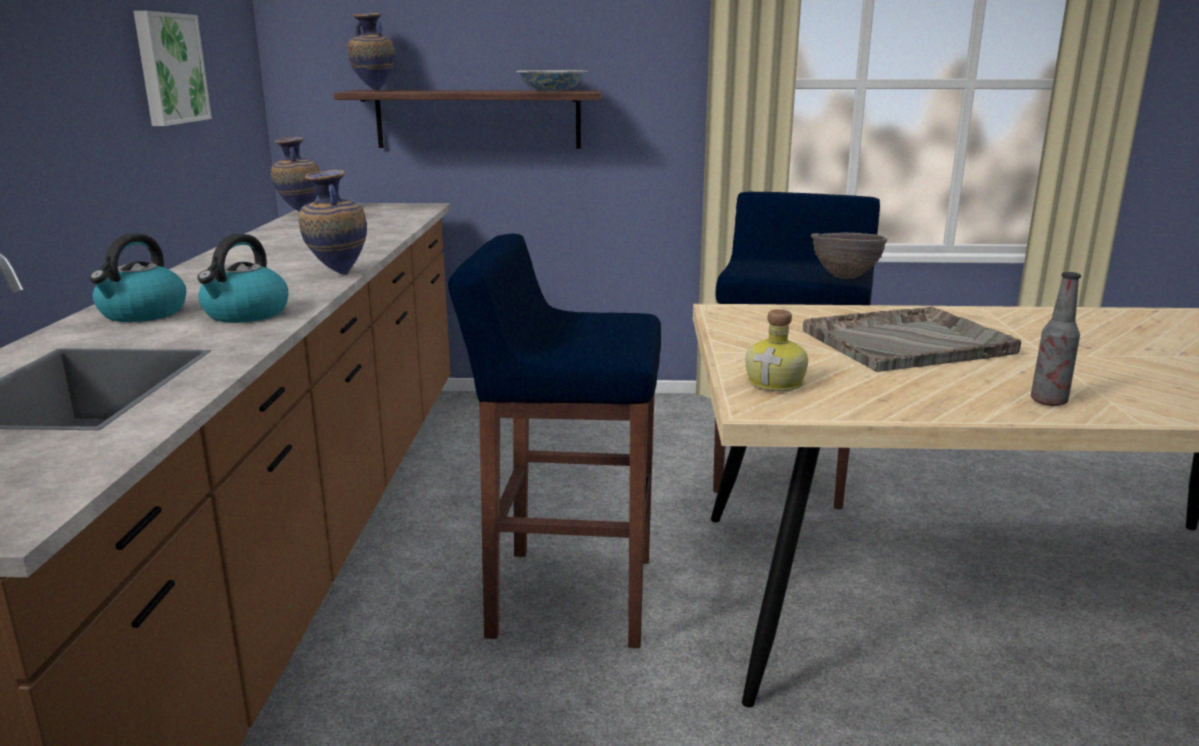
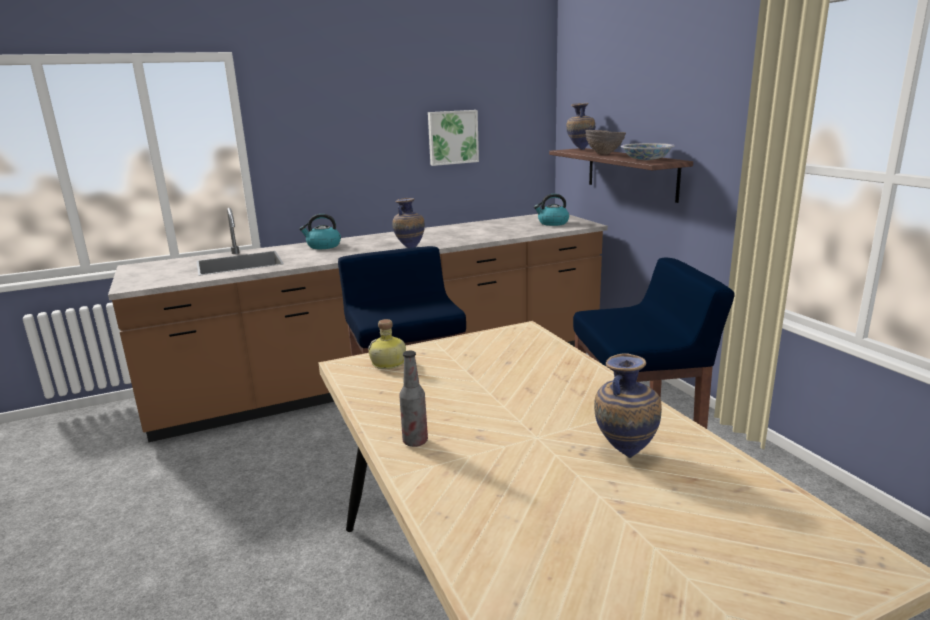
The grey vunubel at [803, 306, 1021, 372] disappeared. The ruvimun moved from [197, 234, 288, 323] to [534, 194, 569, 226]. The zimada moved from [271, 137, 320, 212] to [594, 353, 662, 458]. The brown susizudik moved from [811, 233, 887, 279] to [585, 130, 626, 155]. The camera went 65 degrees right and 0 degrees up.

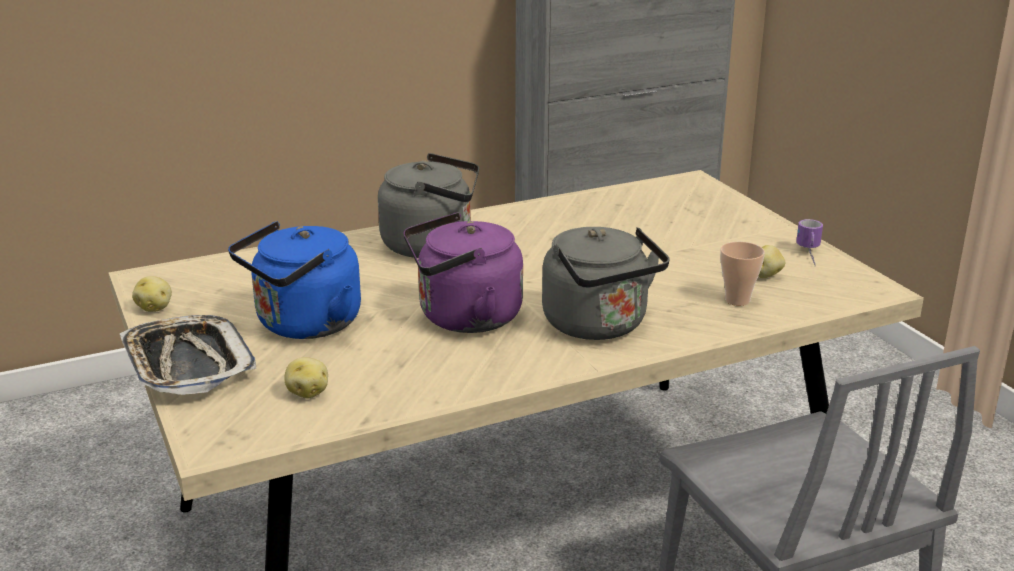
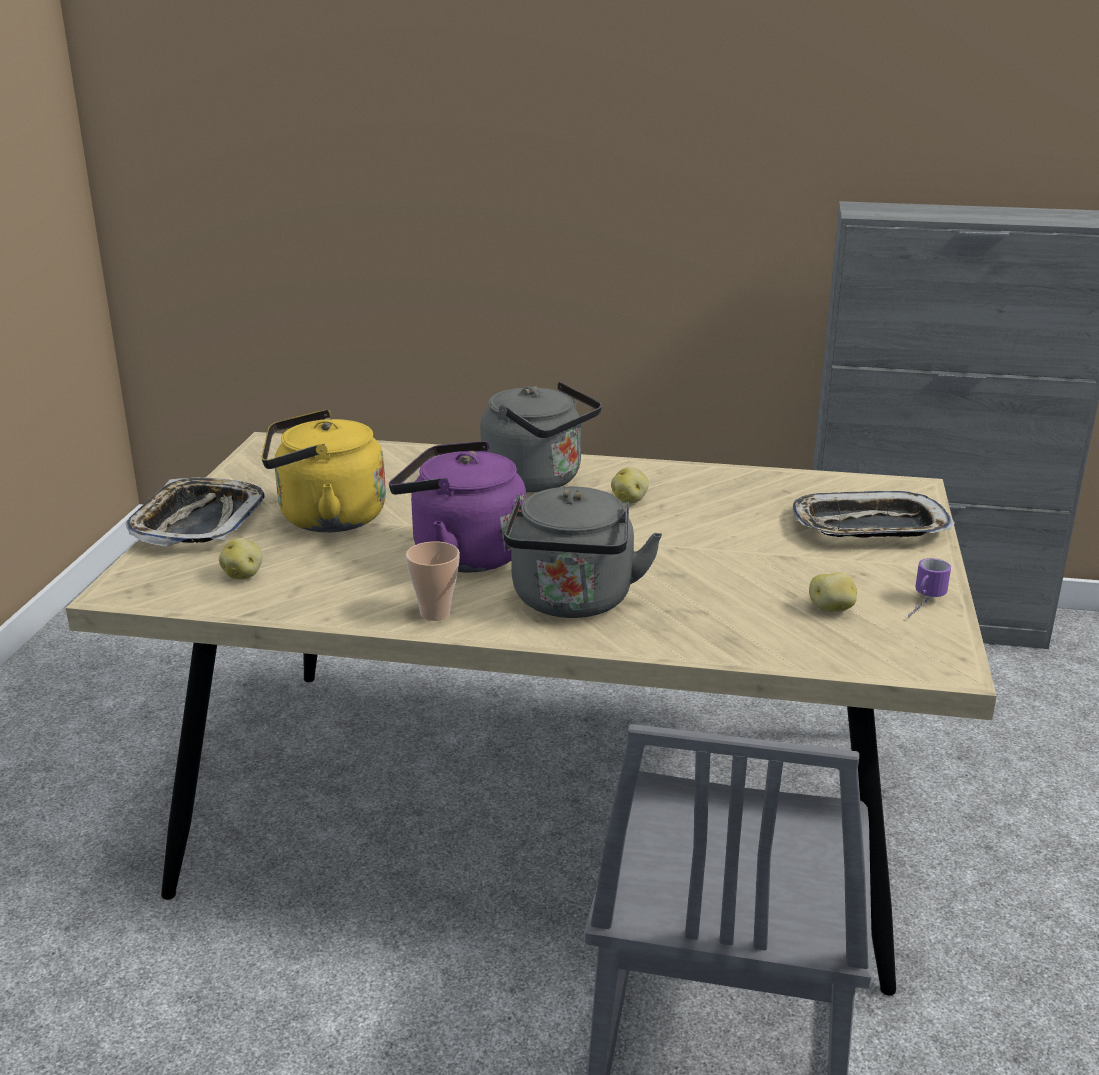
The vunubel at [793, 491, 955, 538] appeared. The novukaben moved from [132, 276, 172, 312] to [611, 467, 649, 503]. The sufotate moved from [720, 242, 765, 306] to [406, 541, 460, 621]. The blue ruvimun at [228, 221, 361, 339] became the yellow ruvimun at [262, 410, 386, 532]. The camera went 35 degrees right and 0 degrees up.

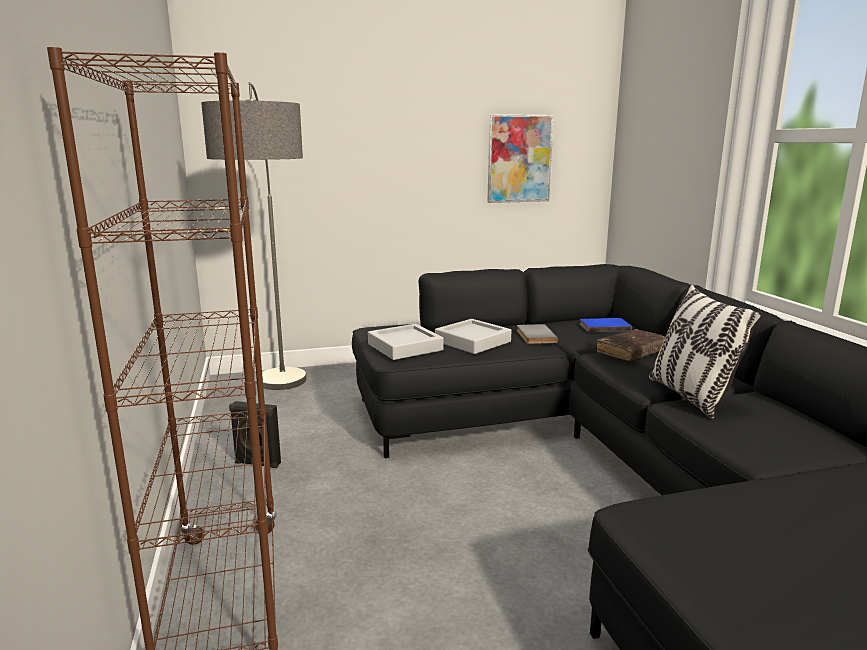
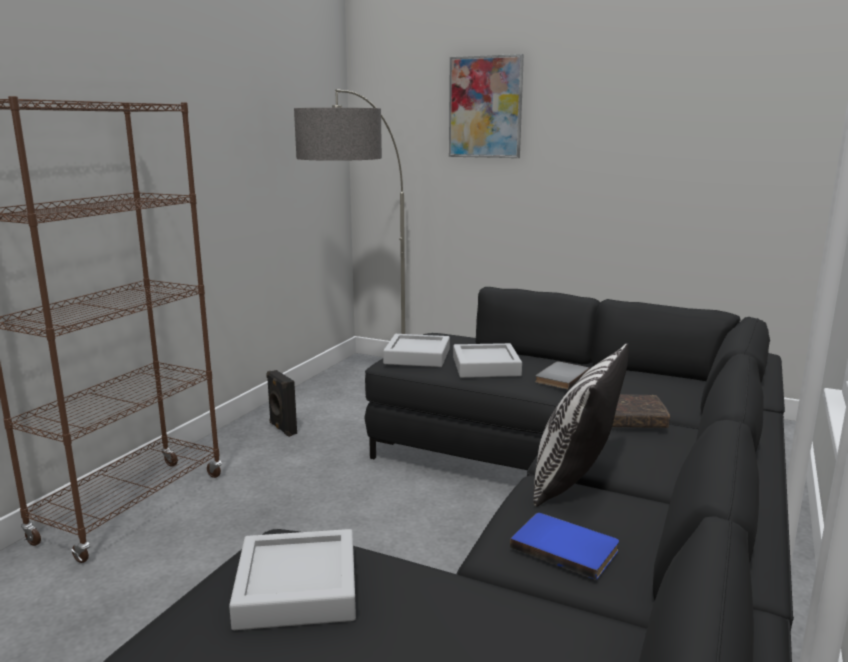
The grey vunubel at [229, 529, 356, 630] appeared. The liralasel moved from [487, 114, 554, 203] to [449, 54, 524, 158]. The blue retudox moved from [579, 318, 632, 332] to [510, 513, 619, 580]. The camera went 40 degrees right and 0 degrees up.

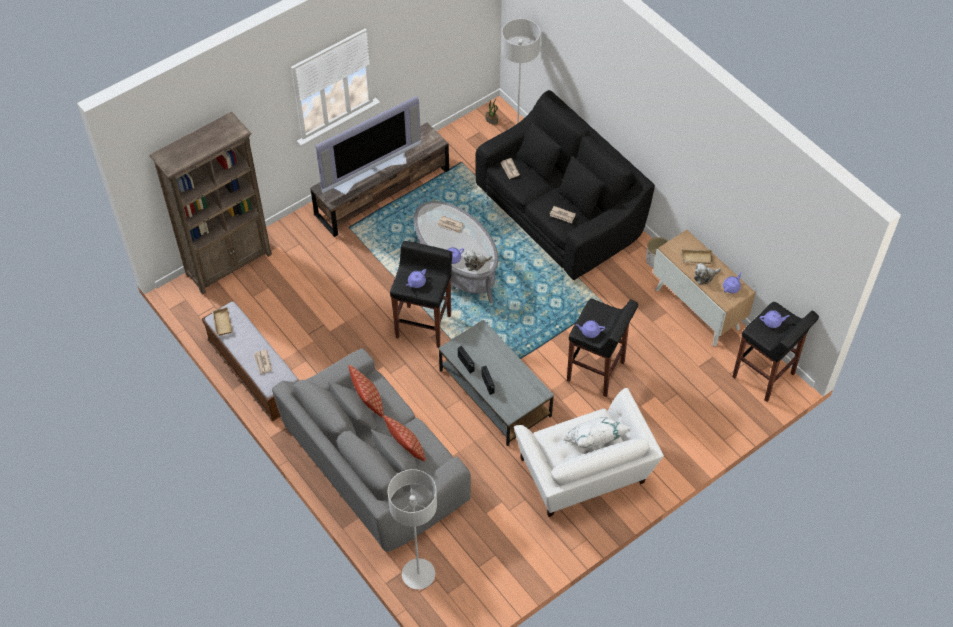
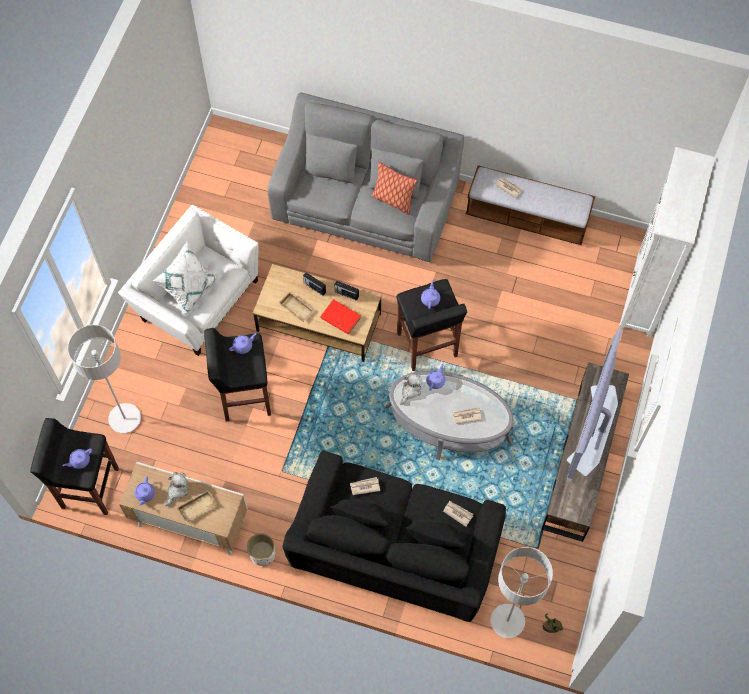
The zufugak at [383, 415, 426, 461] disappeared. The red retudox at [320, 299, 361, 334] appeared. The beige vunubel moved from [212, 307, 233, 336] to [279, 292, 314, 322]. The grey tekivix moved from [388, 469, 437, 589] to [68, 325, 141, 433]. The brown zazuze at [150, 112, 272, 294] became the white zazuze at [618, 147, 715, 338]. The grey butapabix at [438, 320, 554, 446] became the brown butapabix at [253, 264, 382, 362]. The camera went 145 degrees right and 10 degrees up.

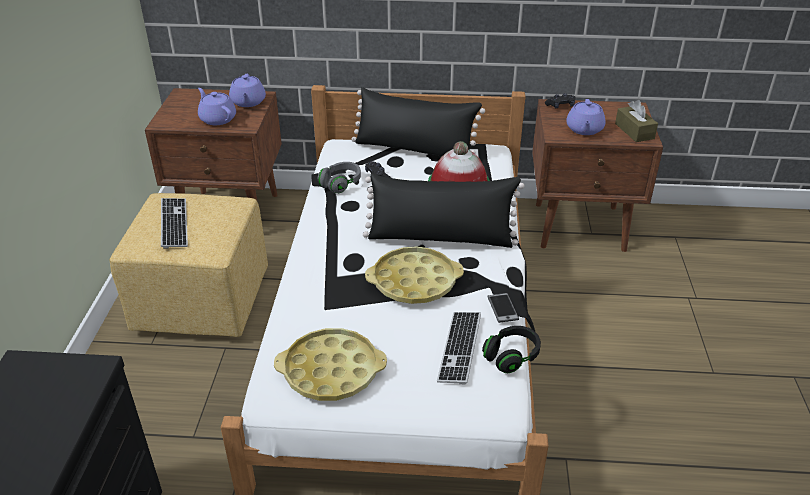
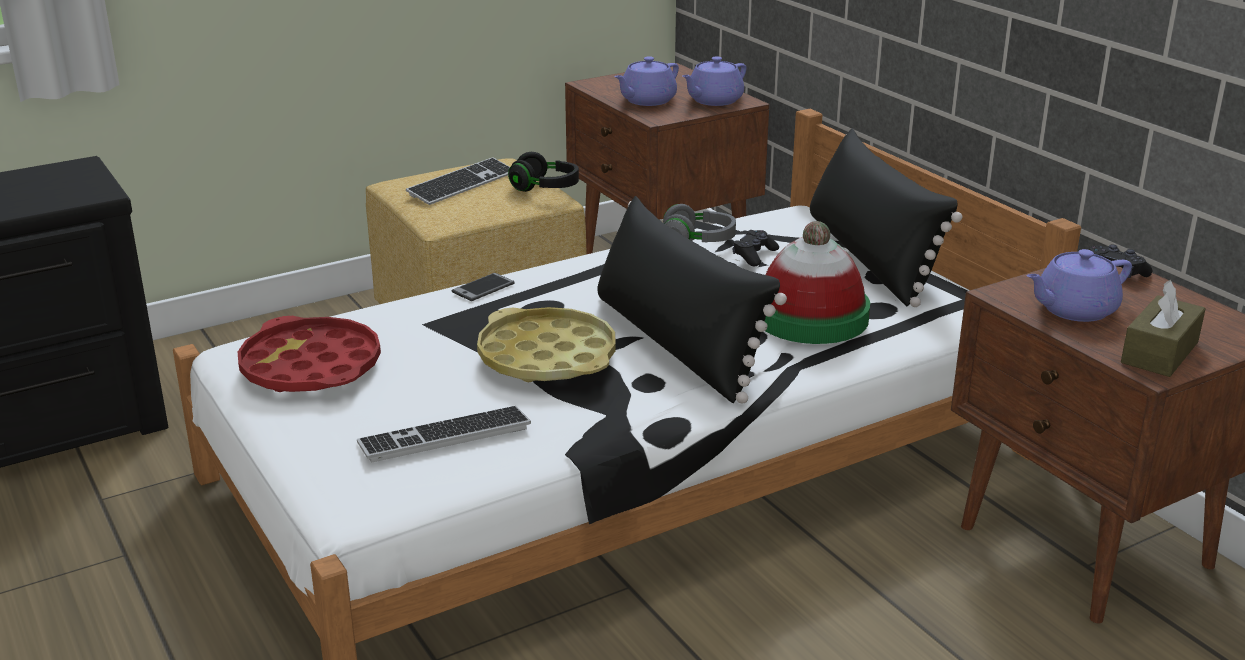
The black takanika moved from [482, 326, 541, 373] to [508, 152, 579, 192]. The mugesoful moved from [487, 293, 519, 323] to [452, 273, 514, 301]. The yellow vunubel at [274, 328, 387, 401] became the red vunubel at [238, 316, 381, 392]. The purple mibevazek at [198, 88, 236, 125] turned 150 degrees counterclockwise. The camera went 55 degrees right and 10 degrees down.

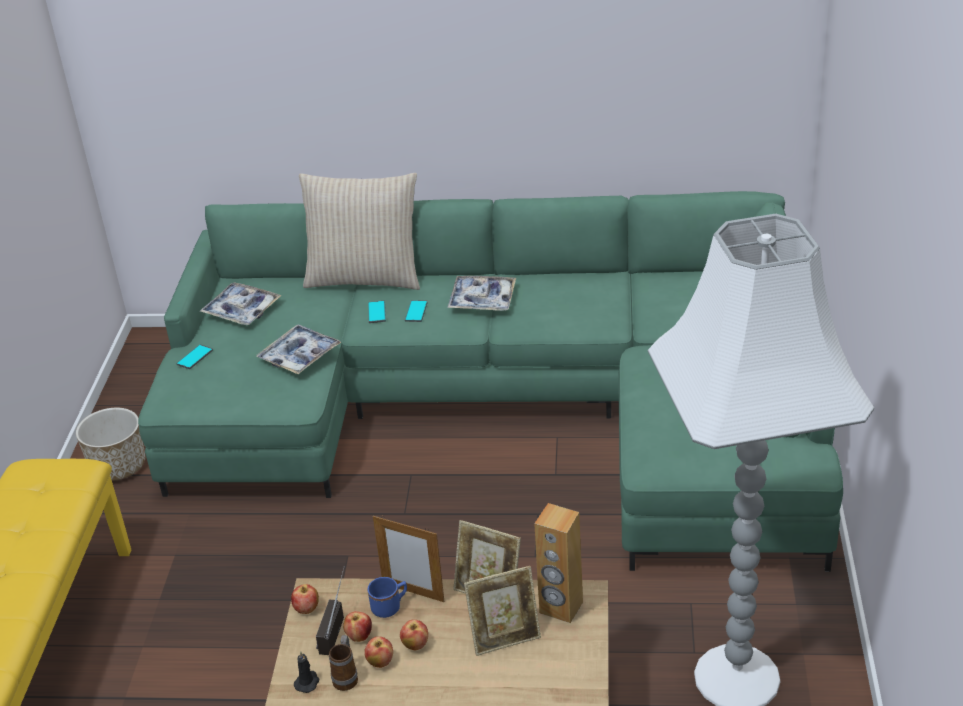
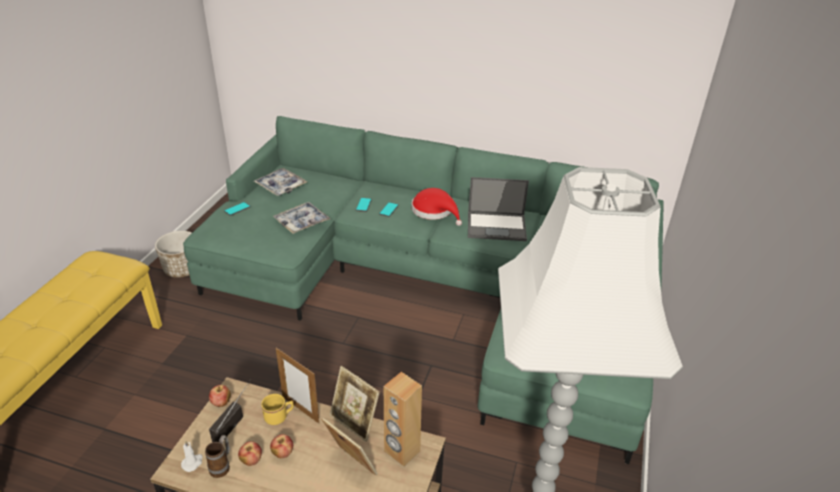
The beige zufugak at [299, 173, 420, 290] disappeared. The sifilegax at [343, 611, 372, 642] disappeared. The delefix at [468, 177, 529, 241] appeared. The vunubel at [447, 276, 516, 311] was replaced by the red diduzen at [412, 188, 462, 226]. The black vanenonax at [294, 651, 319, 693] became the white vanenonax at [181, 440, 203, 472]. The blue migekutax at [367, 577, 407, 618] became the yellow migekutax at [261, 394, 294, 425]. The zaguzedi at [464, 566, 541, 656] turned 135 degrees counterclockwise. The camera went 10 degrees right and 0 degrees up.

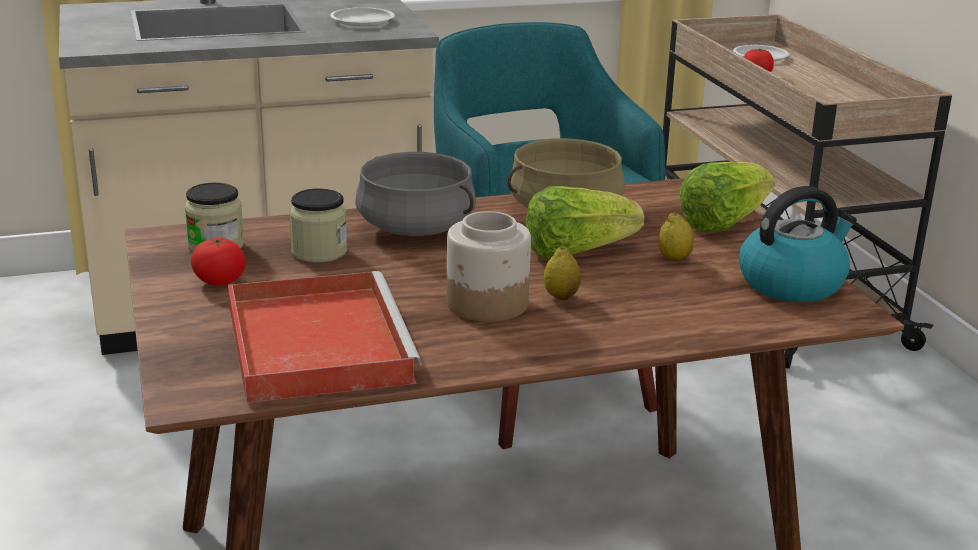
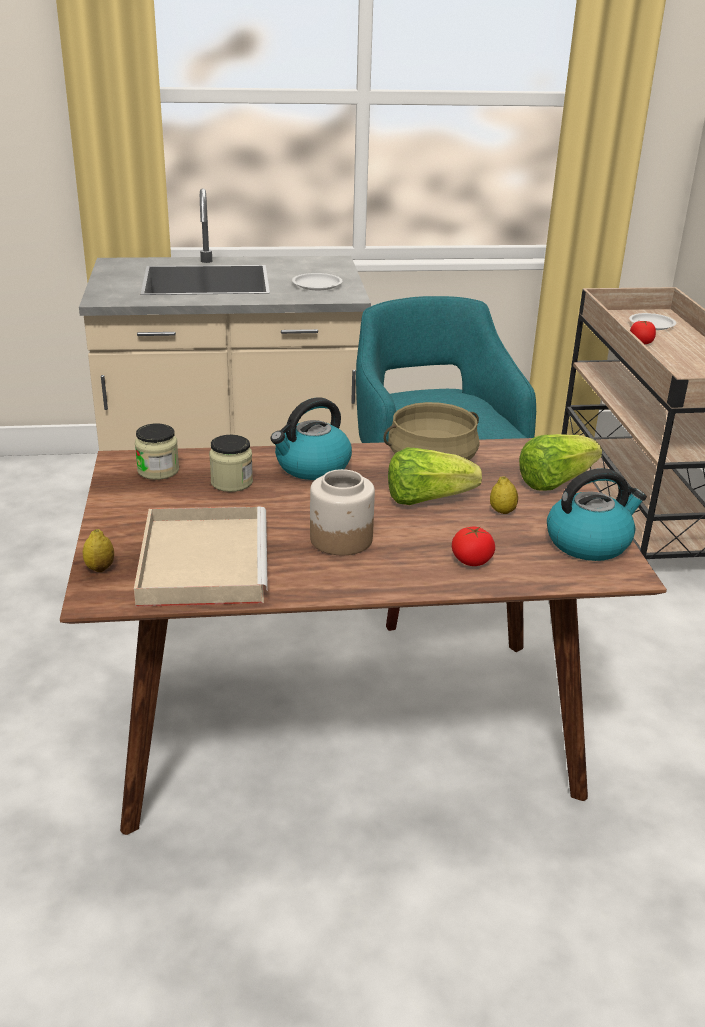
The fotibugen moved from [191, 237, 246, 286] to [452, 527, 495, 566]. The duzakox moved from [543, 247, 581, 300] to [83, 529, 114, 572]. The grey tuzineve at [355, 152, 476, 236] was replaced by the ruvimun at [270, 397, 352, 480]. The red vunubel at [228, 271, 422, 403] became the beige vunubel at [134, 506, 268, 607]. The camera went 10 degrees right and 5 degrees up.

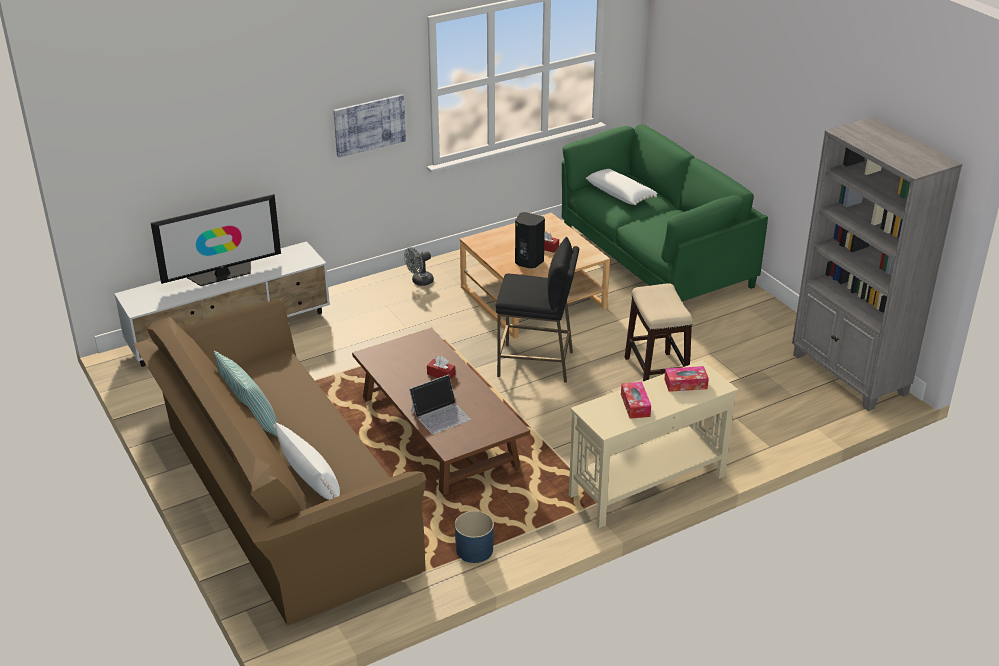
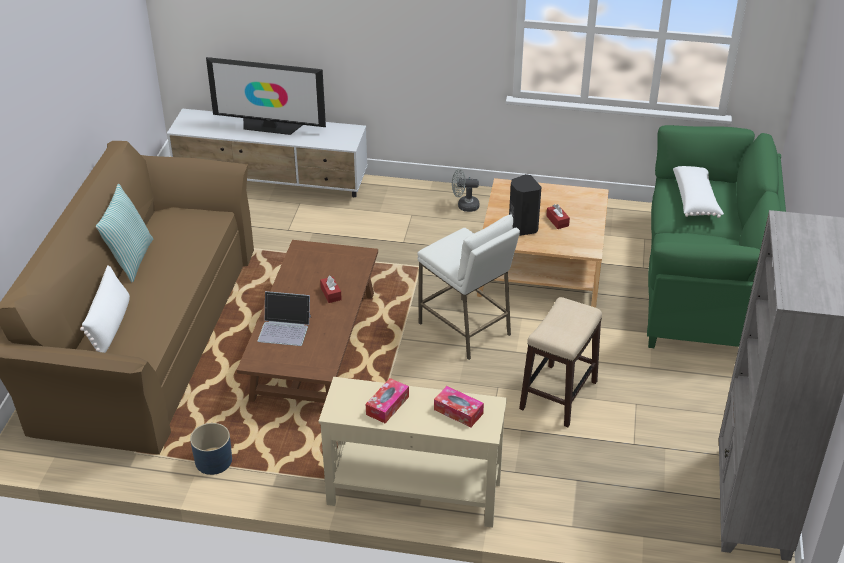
The liralasel at [333, 94, 406, 158] disappeared. The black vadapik at [496, 237, 579, 383] became the white vadapik at [417, 214, 520, 360]. The camera went 40 degrees right and 5 degrees up.

